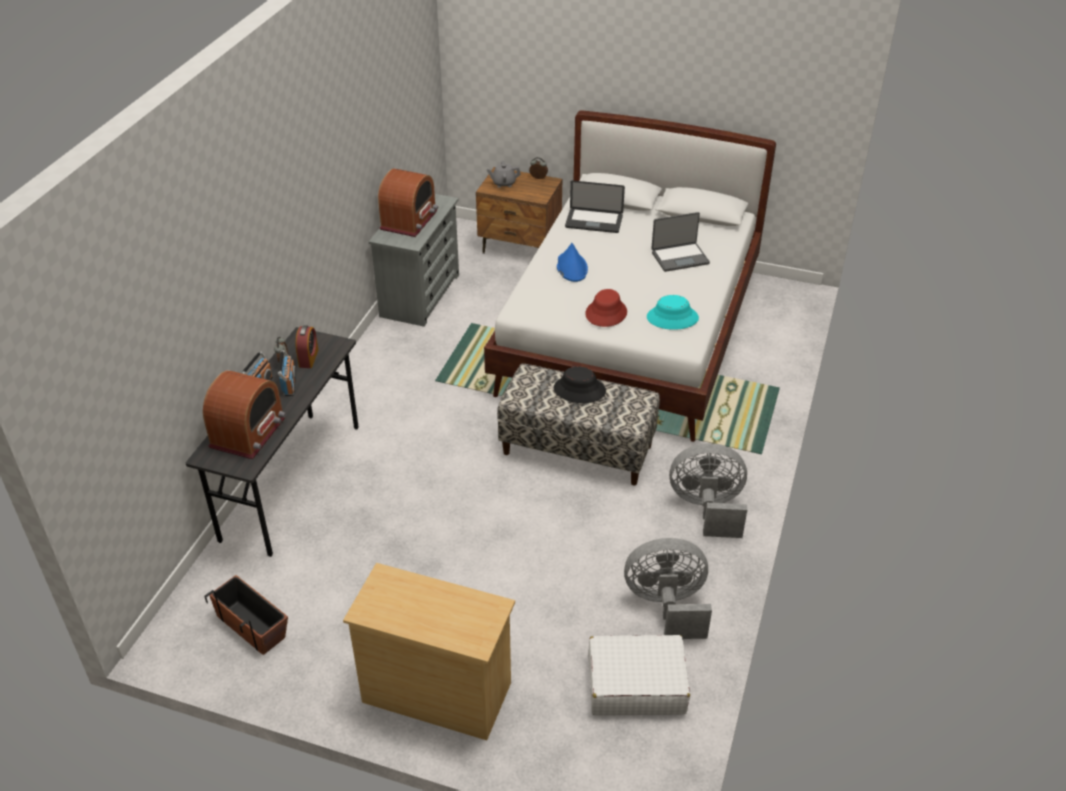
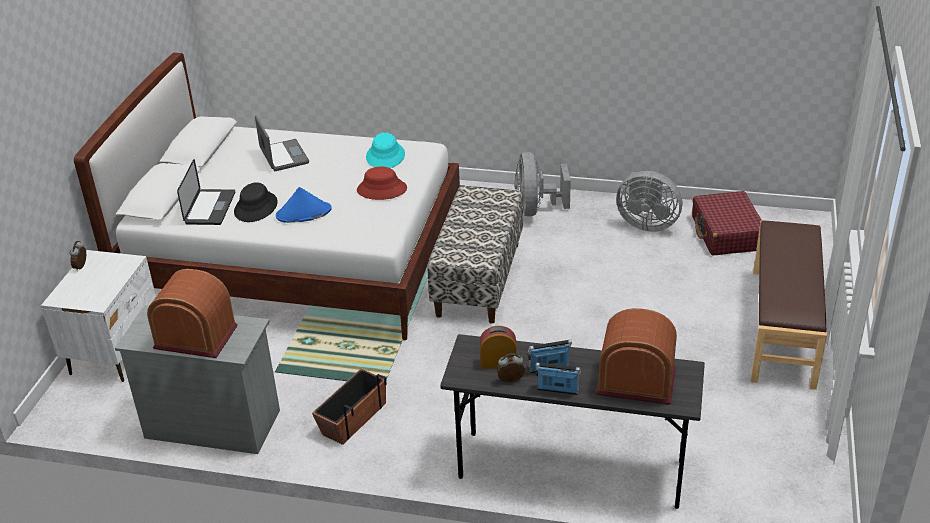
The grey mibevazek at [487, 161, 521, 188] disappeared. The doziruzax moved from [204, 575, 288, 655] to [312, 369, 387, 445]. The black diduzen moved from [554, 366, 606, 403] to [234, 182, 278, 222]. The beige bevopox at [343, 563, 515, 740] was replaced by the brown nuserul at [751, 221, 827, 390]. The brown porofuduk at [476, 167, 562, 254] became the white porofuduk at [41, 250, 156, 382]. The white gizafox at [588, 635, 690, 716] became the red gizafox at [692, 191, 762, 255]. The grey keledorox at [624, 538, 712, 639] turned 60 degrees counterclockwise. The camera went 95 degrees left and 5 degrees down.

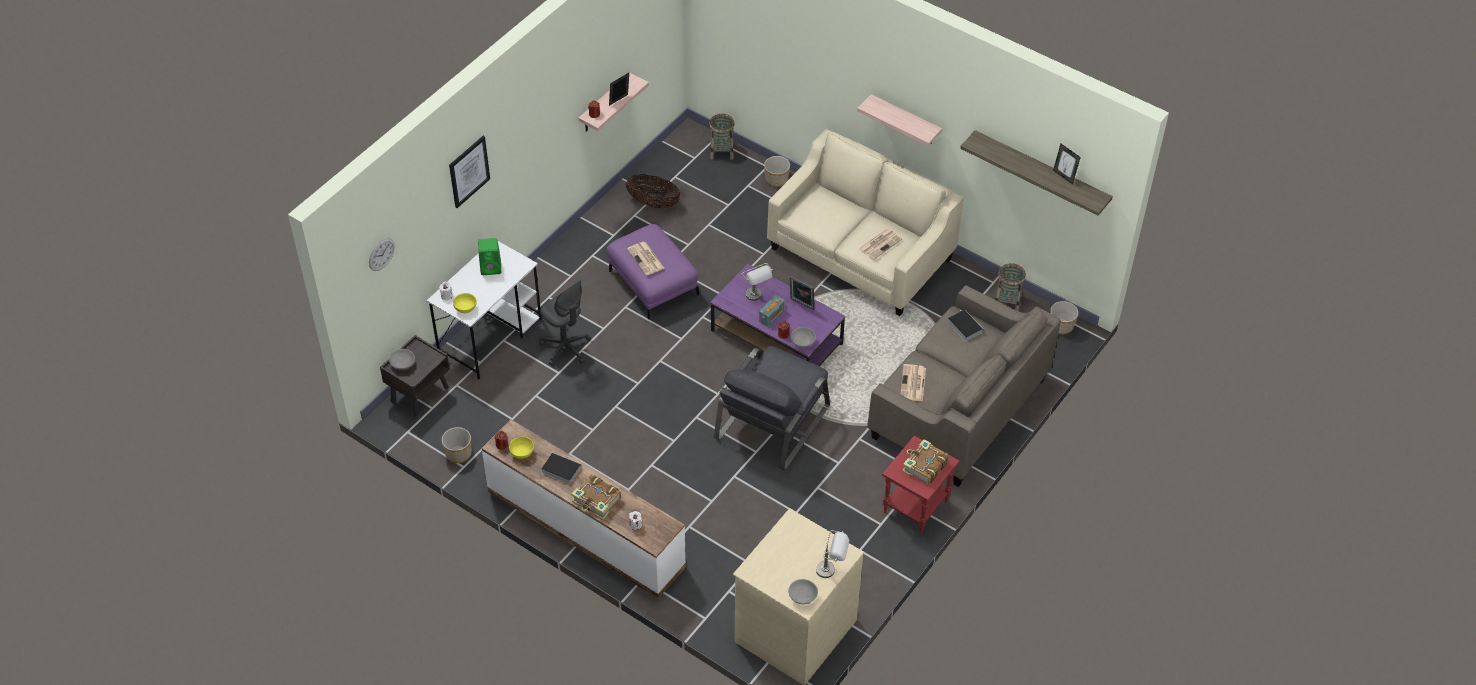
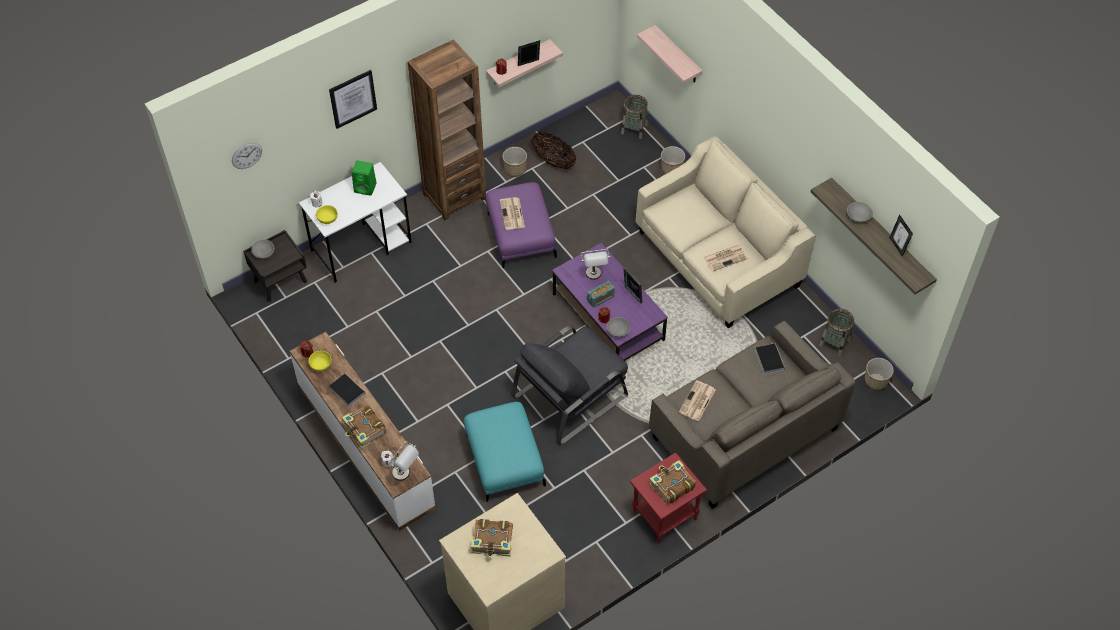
The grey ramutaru at [539, 280, 591, 366] disappeared. The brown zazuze at [407, 39, 486, 220] appeared. The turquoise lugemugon at [464, 402, 546, 502] appeared. The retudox at [471, 519, 513, 557] appeared. The doziruzax moved from [442, 427, 472, 463] to [503, 147, 527, 177]. The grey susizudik moved from [788, 579, 818, 604] to [847, 202, 873, 223]. The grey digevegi moved from [816, 530, 849, 578] to [388, 441, 419, 481]. The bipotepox moved from [857, 94, 942, 146] to [637, 25, 703, 83]. The camera went 20 degrees right and 5 degrees up.

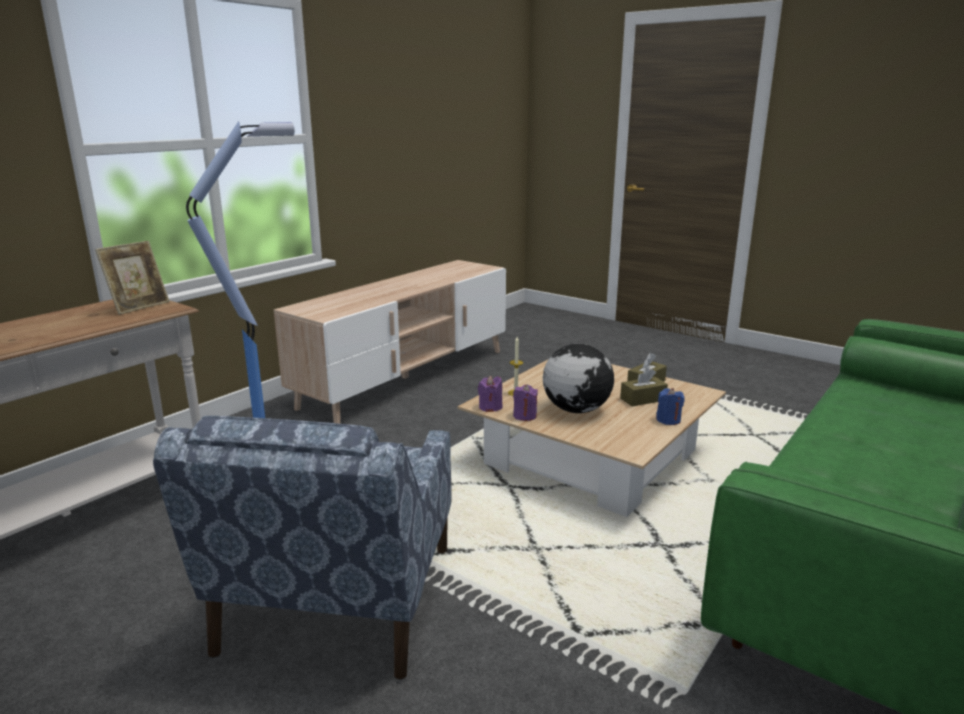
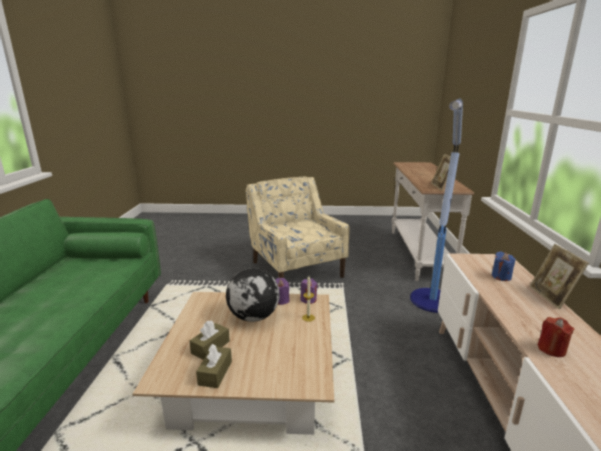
The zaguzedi at [530, 244, 589, 309] appeared. The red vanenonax at [538, 317, 574, 357] appeared. The blue vanenonax moved from [656, 388, 685, 425] to [492, 251, 515, 281]. The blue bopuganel at [153, 416, 452, 680] became the beige bopuganel at [246, 177, 349, 278]. The camera went 145 degrees right and 0 degrees up.

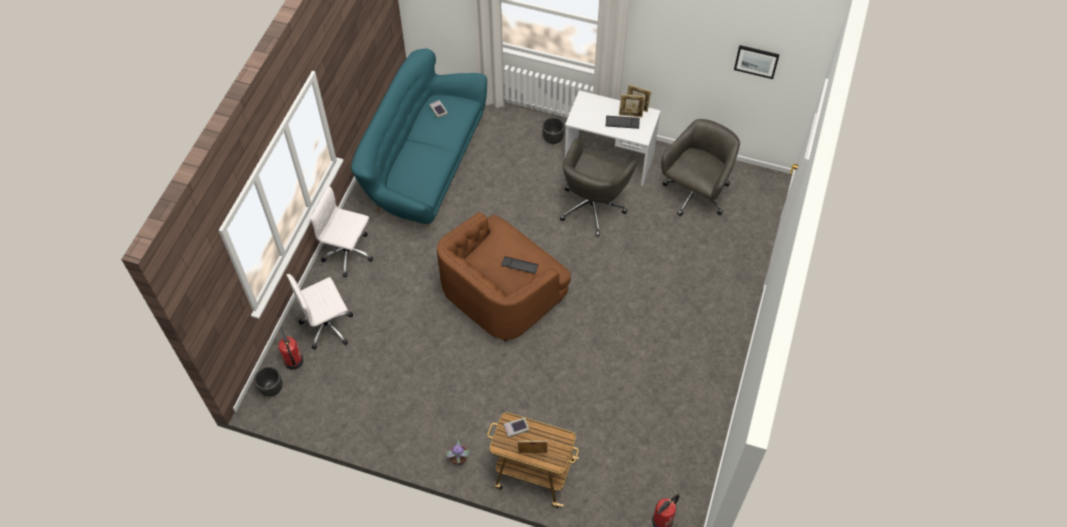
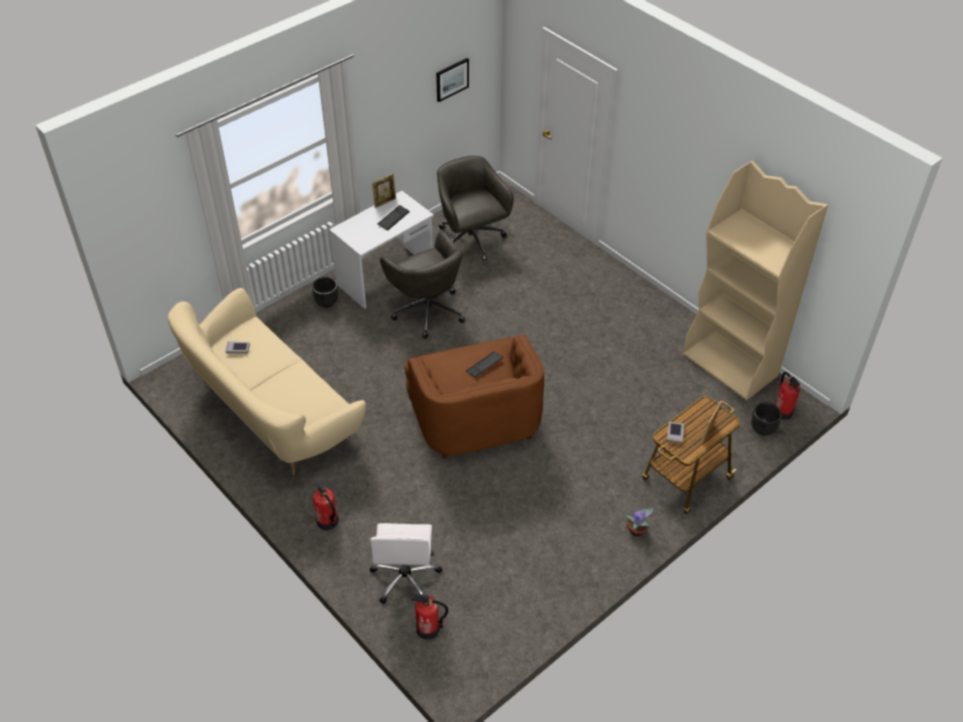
The zaguzedi at [619, 94, 646, 117] disappeared. The beige zazuze at [683, 161, 828, 400] appeared. The black doziruzax moved from [254, 367, 283, 397] to [751, 402, 782, 436]. The white ramutaru at [310, 186, 373, 277] was replaced by the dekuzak at [313, 476, 339, 530]. The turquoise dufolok at [351, 49, 487, 227] became the beige dufolok at [168, 288, 366, 475]. The camera went 60 degrees left and 10 degrees down.

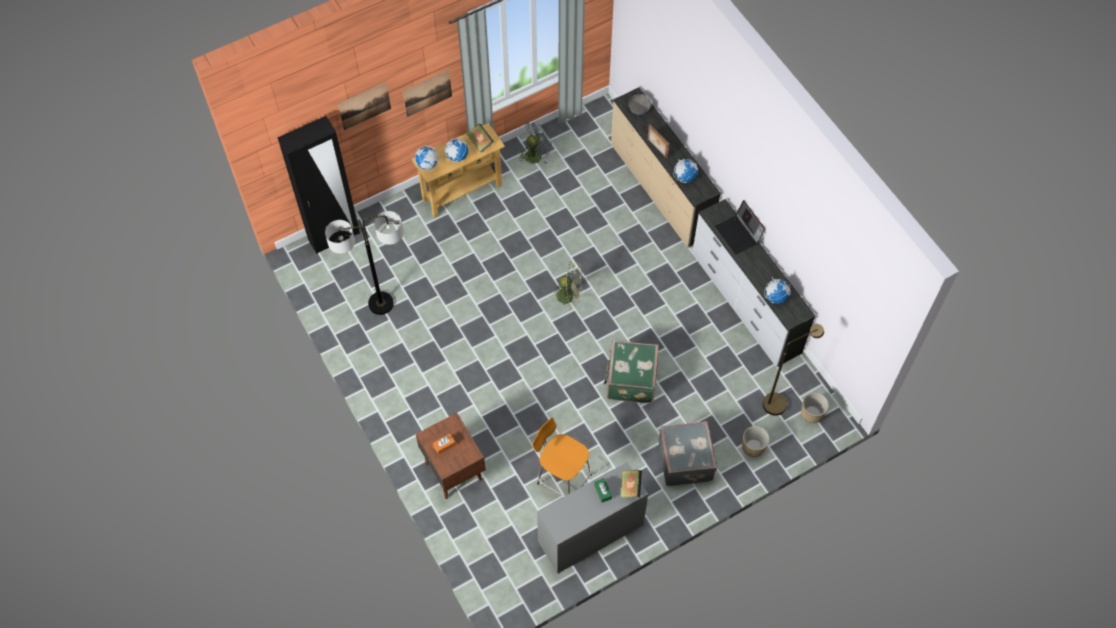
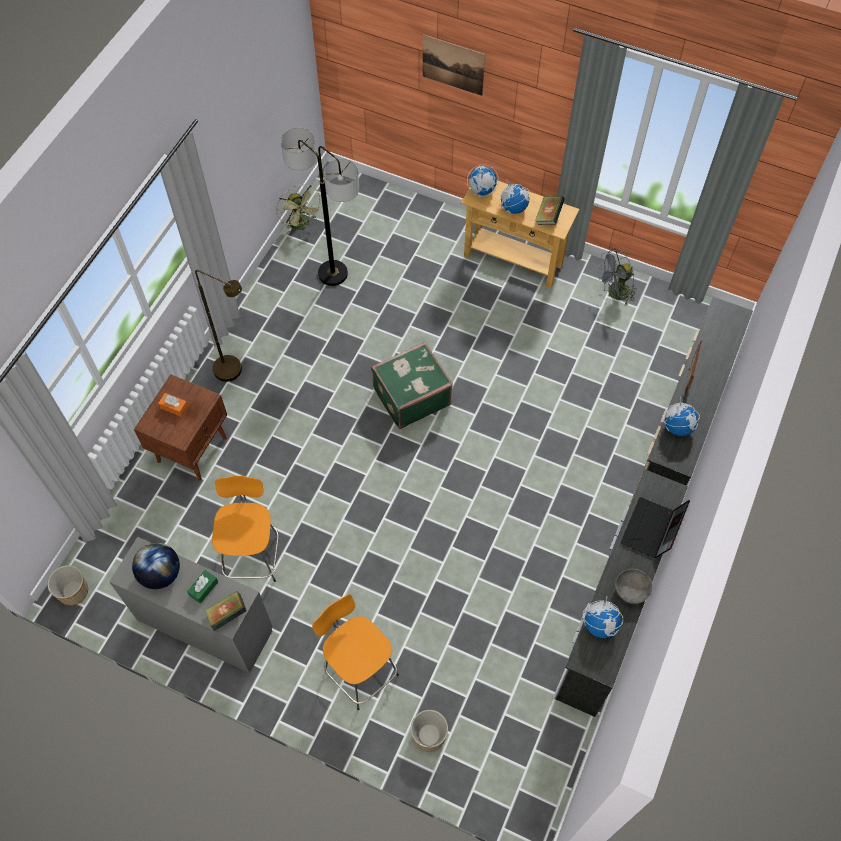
The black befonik at [277, 116, 360, 254] disappeared. The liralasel at [403, 70, 452, 117] disappeared. The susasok at [132, 543, 180, 589] appeared. The green keledorox moved from [551, 262, 583, 310] to [276, 185, 323, 235]. The green gizafox moved from [604, 340, 659, 404] to [371, 342, 453, 429]. The grey susizudik moved from [628, 94, 652, 115] to [615, 569, 653, 604]. The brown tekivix moved from [763, 324, 824, 416] to [195, 270, 242, 382]. The doziruzax moved from [801, 393, 829, 423] to [48, 565, 88, 606]. The grey gizafox at [658, 421, 717, 486] was replaced by the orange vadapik at [312, 594, 399, 710]. The grey keledorox at [520, 119, 554, 164] turned 135 degrees clockwise. The camera went 55 degrees right and 0 degrees up.

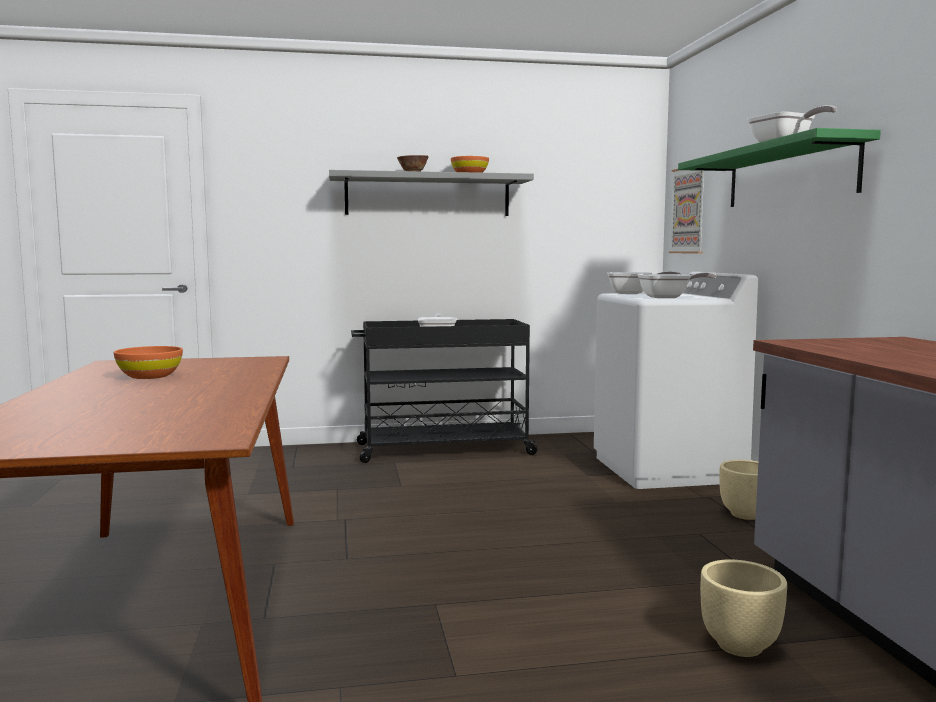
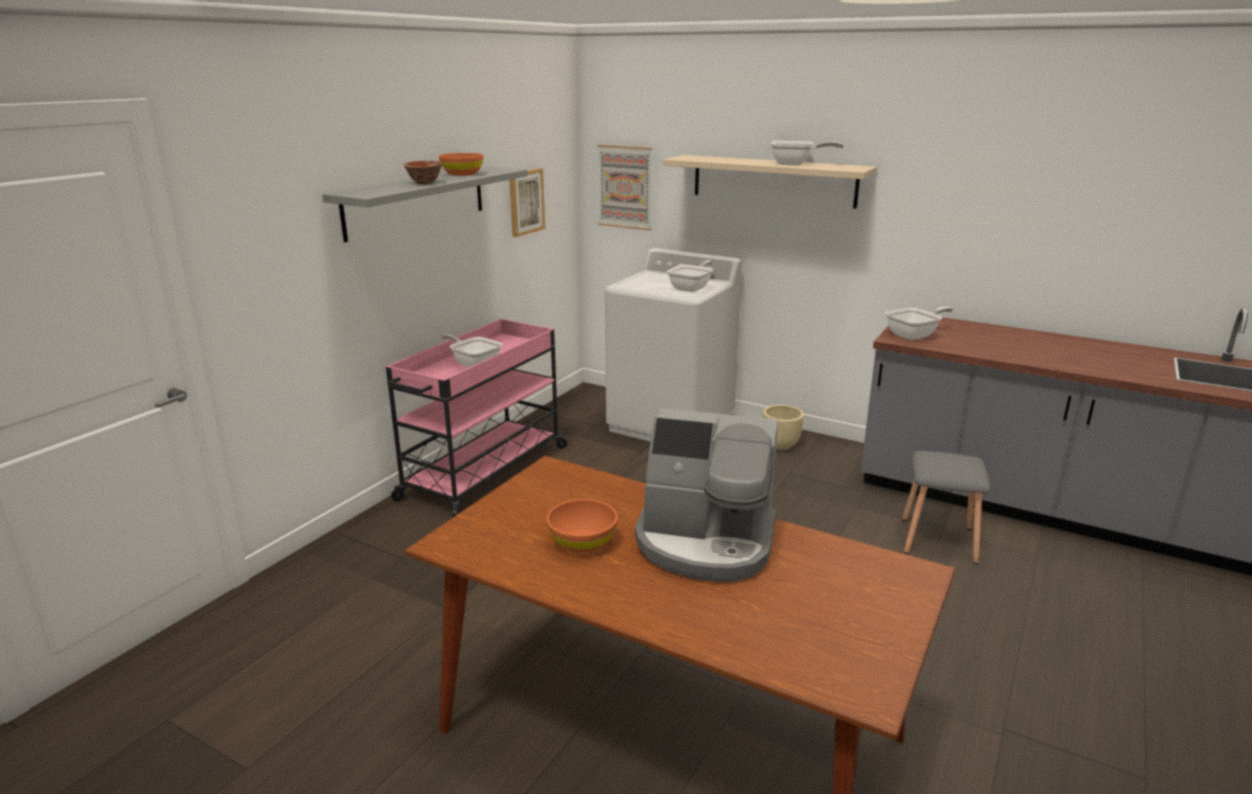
The liralasel at [509, 168, 545, 237] appeared. The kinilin at [635, 408, 778, 581] appeared. The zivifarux moved from [607, 271, 681, 294] to [885, 307, 953, 340]. The beige doziruzax at [700, 559, 787, 657] was replaced by the grey vadapik at [902, 451, 990, 564]. The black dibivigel at [351, 319, 540, 463] became the pink dibivigel at [386, 319, 569, 517]. The green bipotepox at [678, 128, 881, 207] became the beige bipotepox at [663, 155, 877, 209]. The camera went 50 degrees left and 15 degrees up.

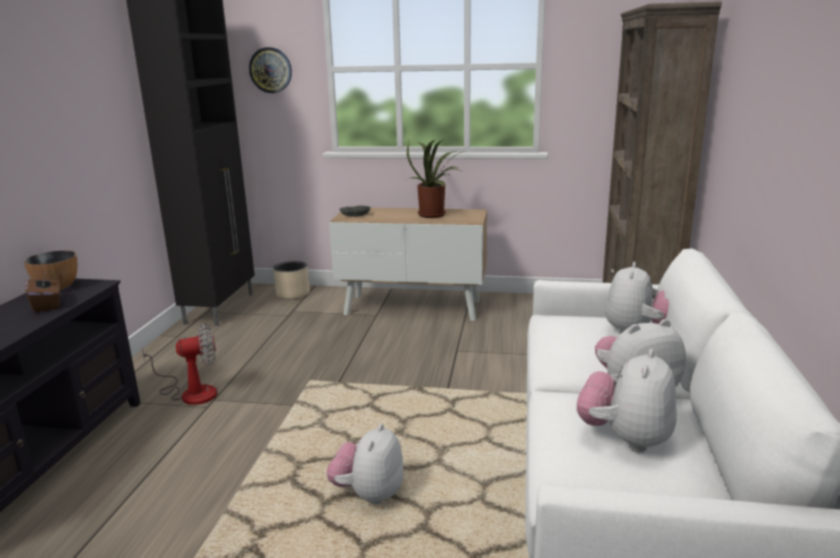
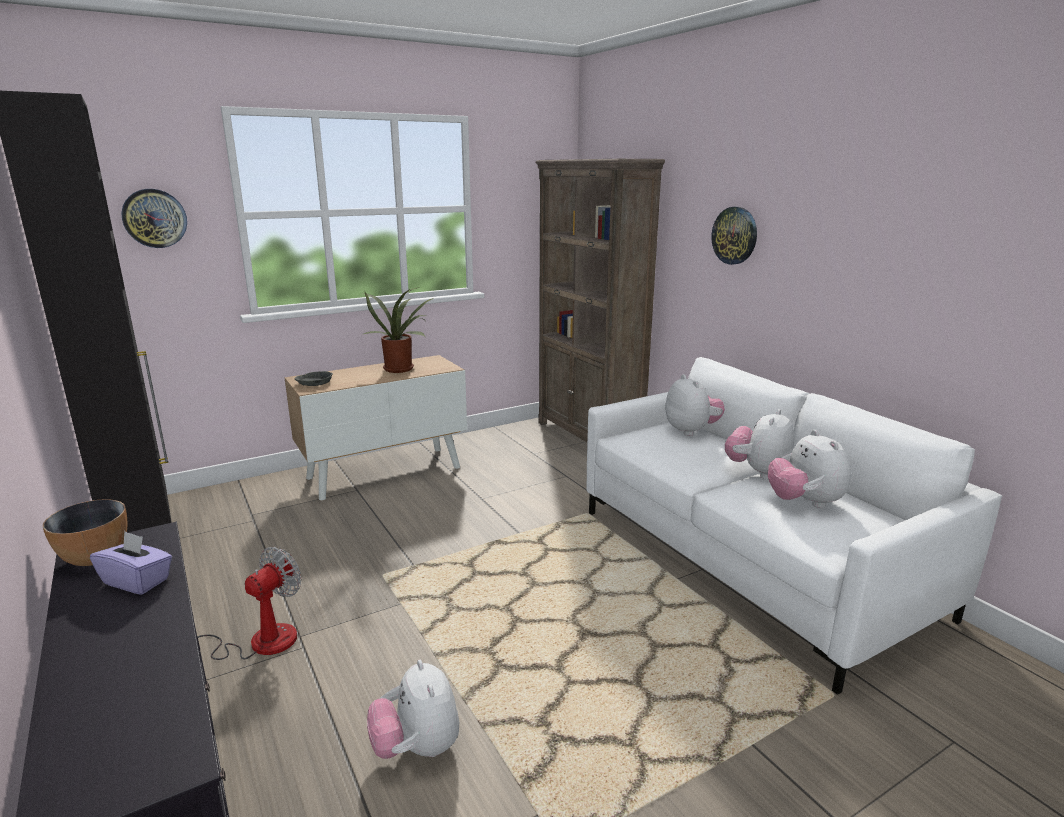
The beige doziruzax at [273, 261, 310, 300] disappeared. The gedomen at [711, 207, 757, 265] appeared. The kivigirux moved from [327, 424, 404, 504] to [367, 660, 459, 759]. The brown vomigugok at [26, 271, 60, 312] became the purple vomigugok at [90, 531, 172, 595]. The camera went 40 degrees left and 0 degrees up.

